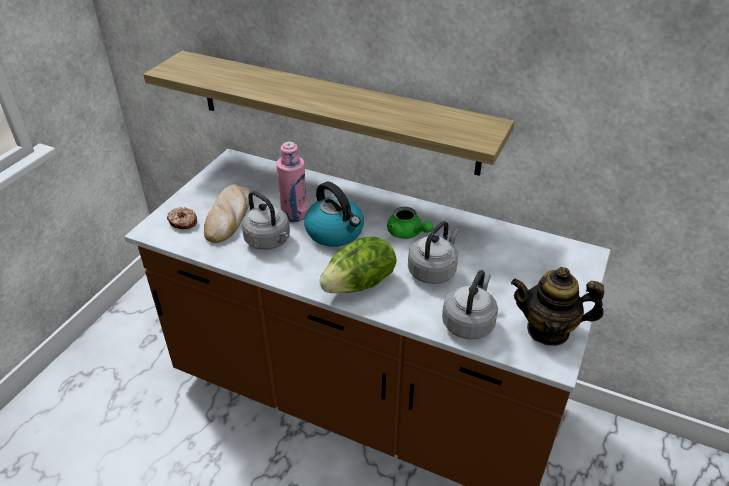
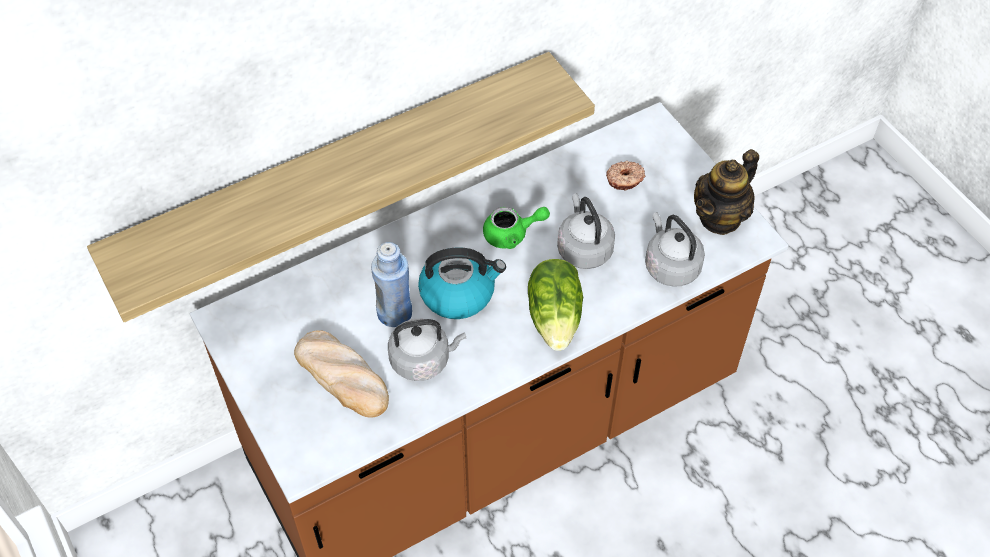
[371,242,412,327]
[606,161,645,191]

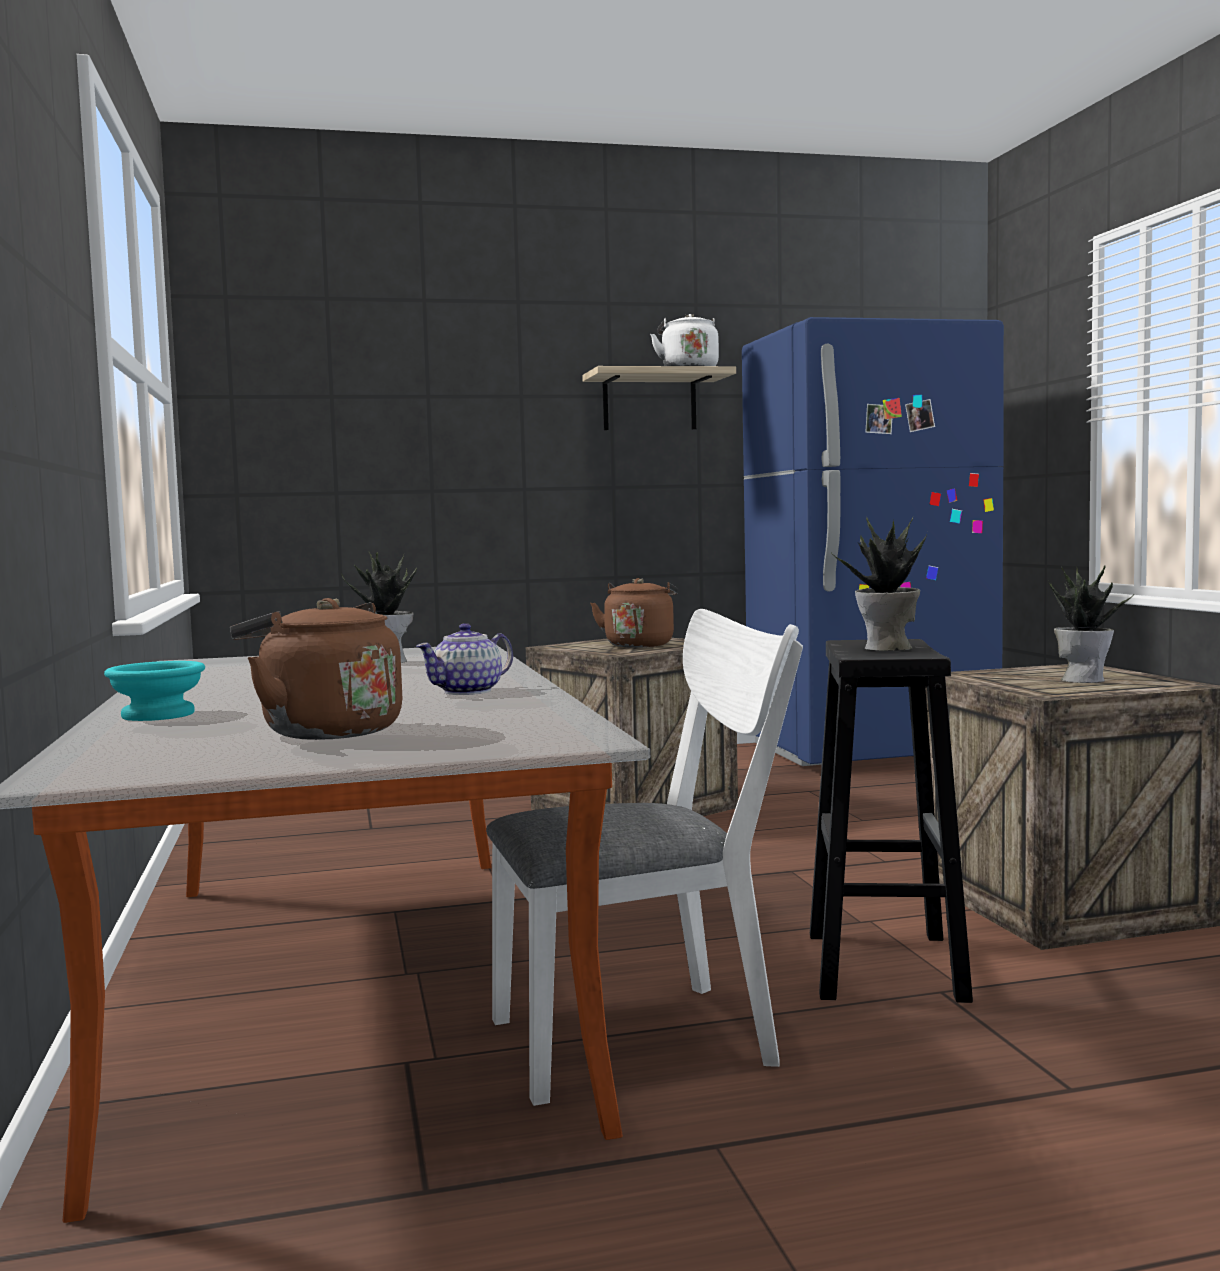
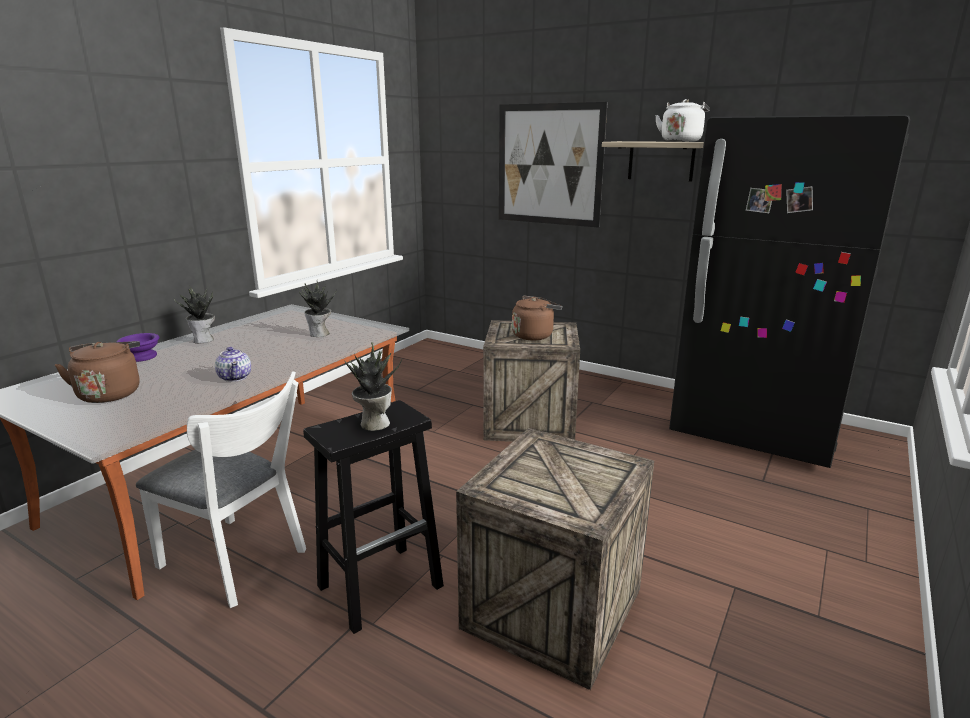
[117,333,159,362]
[174,285,215,343]
[215,347,251,382]
[499,102,608,228]
[669,114,910,468]

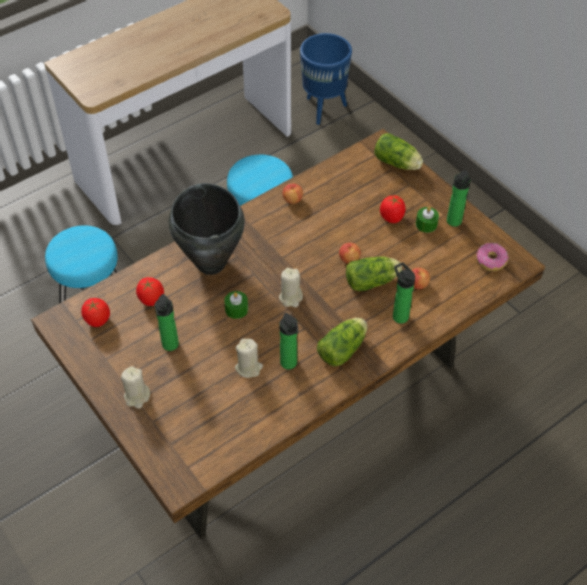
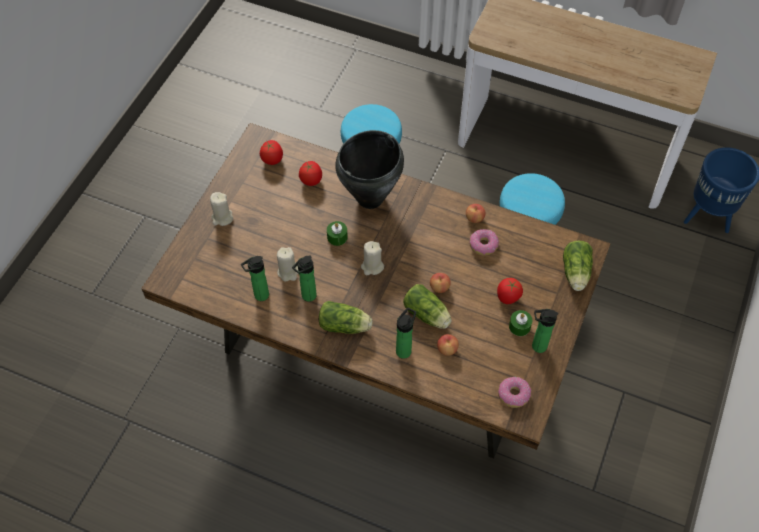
[241,256,269,301]
[469,229,499,256]

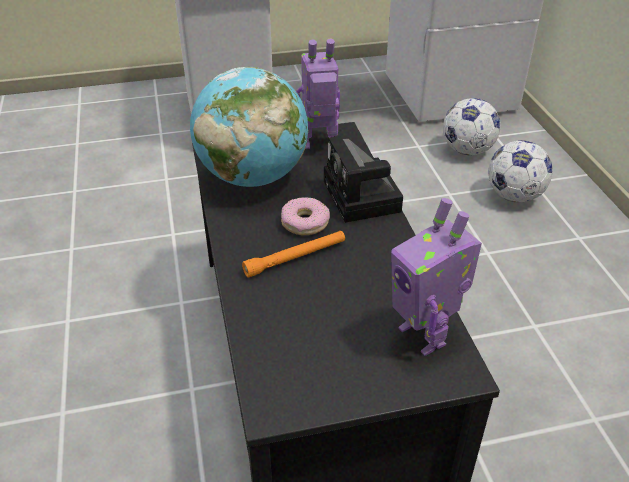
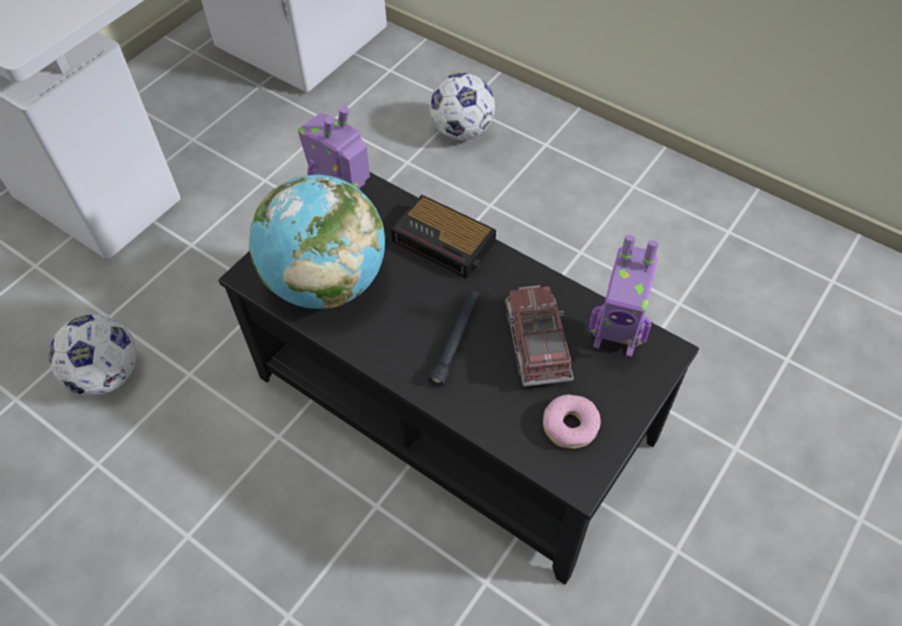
[48,315,137,396]
[391,195,496,279]
[428,291,480,387]
[505,285,574,387]
[543,394,601,449]

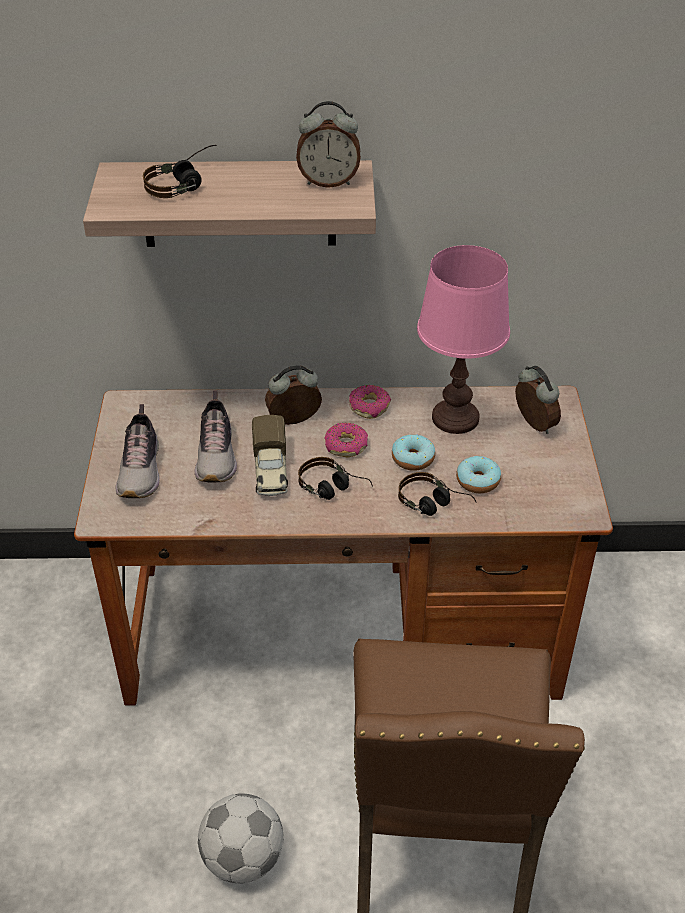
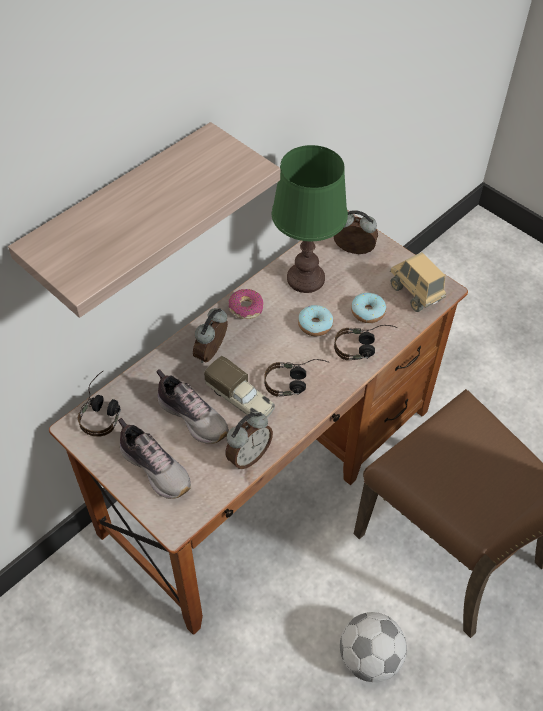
[78,370,121,437]
[226,412,273,469]
[272,145,348,293]
[390,252,446,312]
[325,423,368,457] (first image)

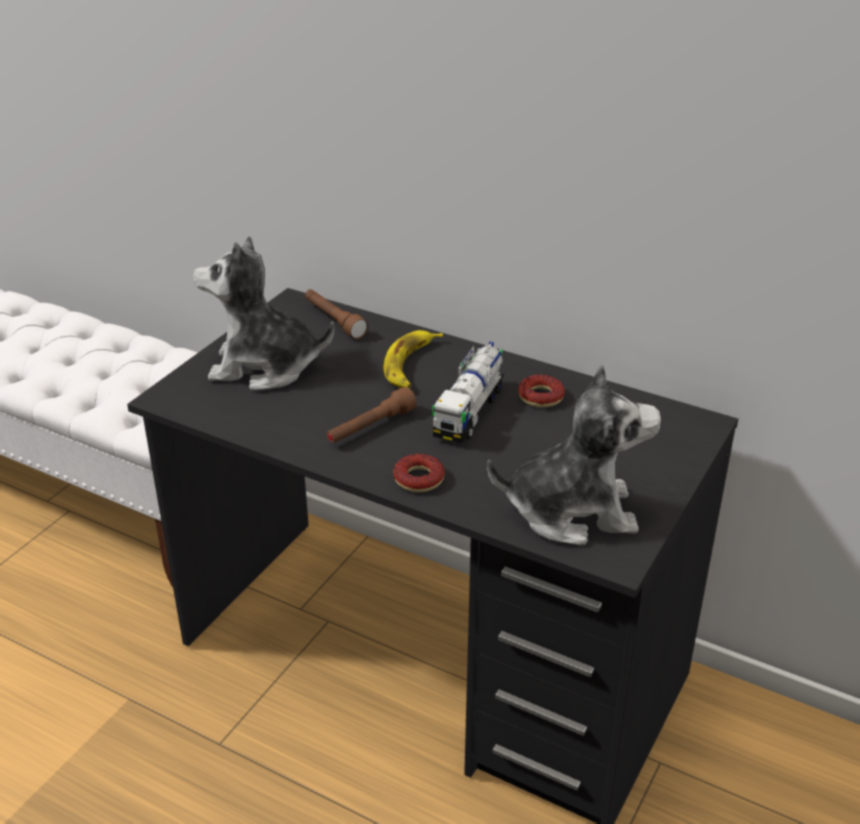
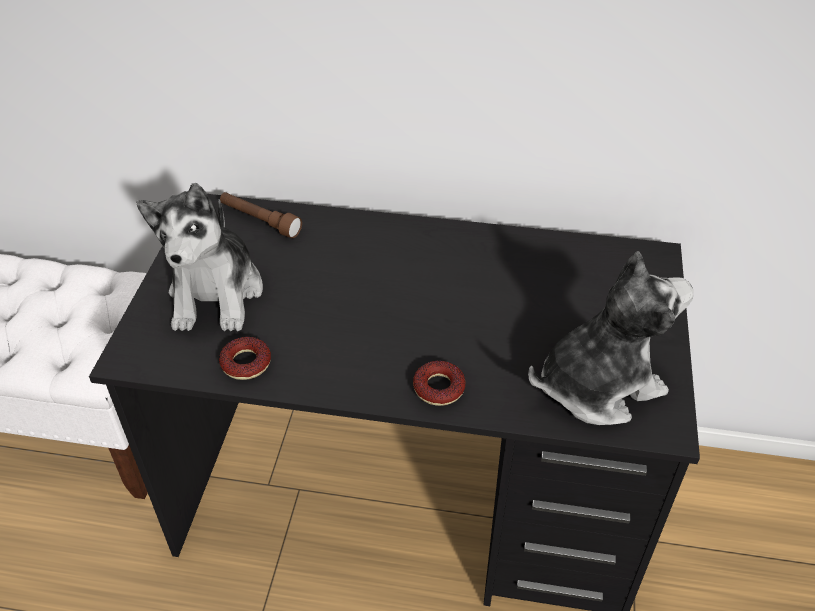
[136,183,263,331]
[219,337,271,380]
[327,387,417,443] (first image)
[383,330,443,388] (first image)
[433,342,504,443] (first image)

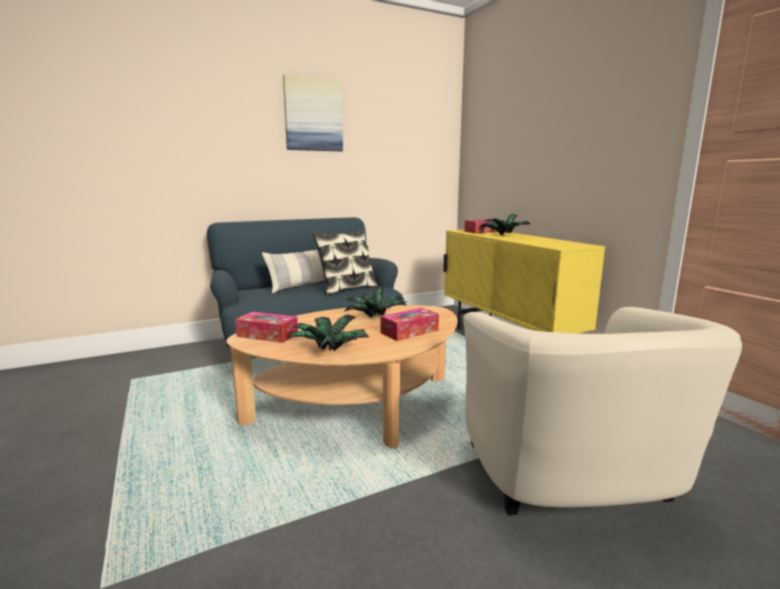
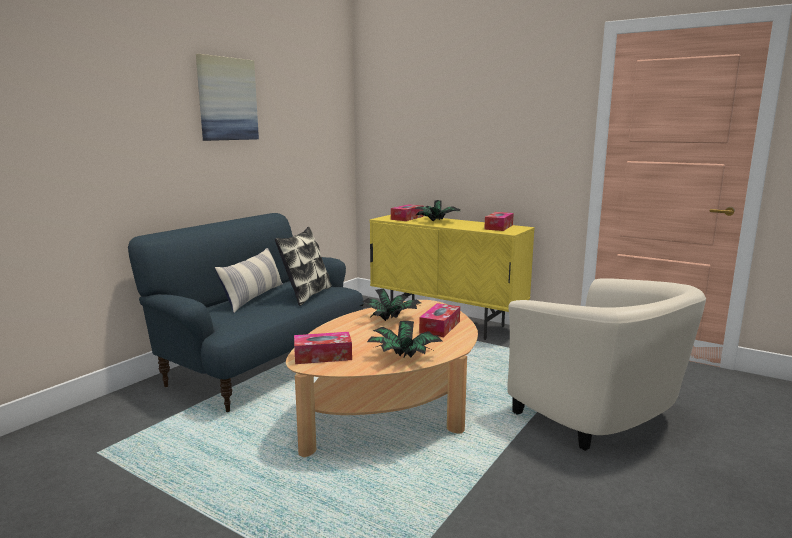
[484,212,514,231]

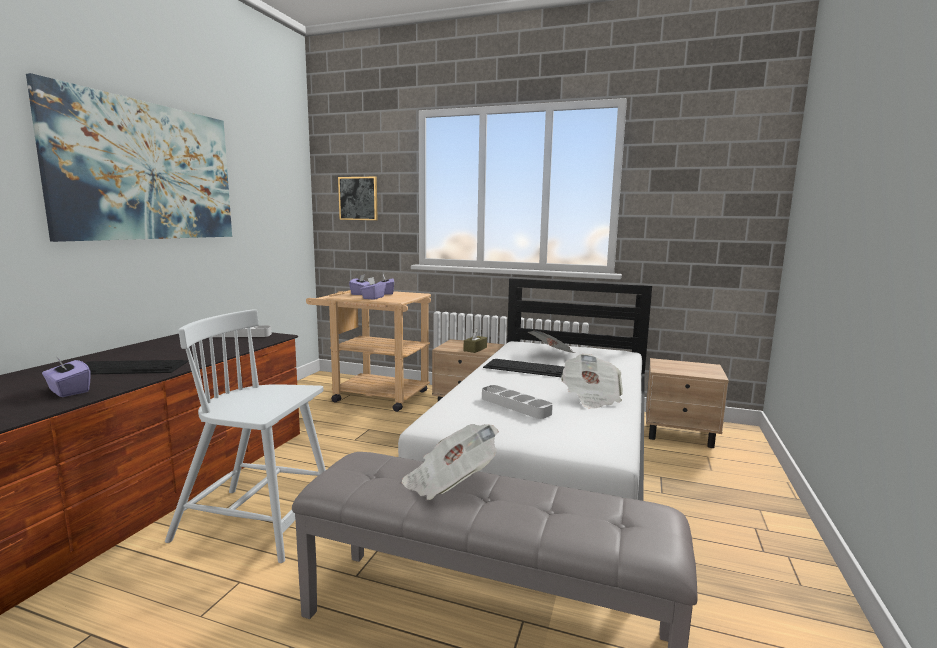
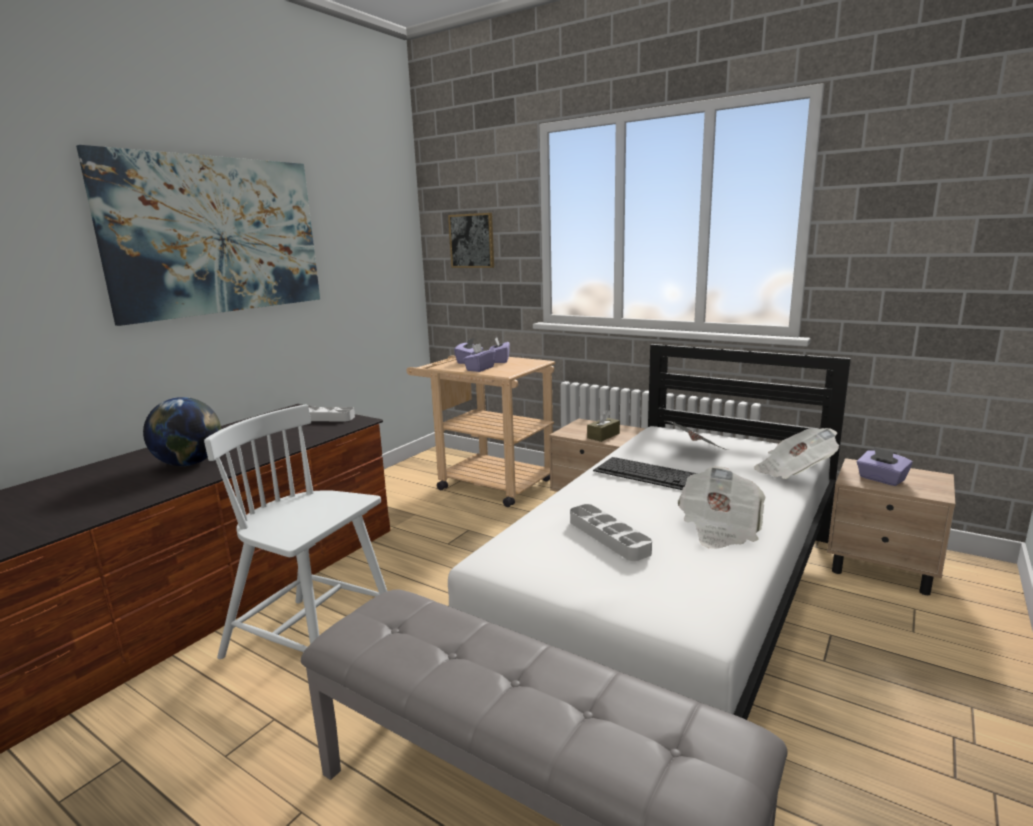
[143,397,221,466]
[754,428,839,479]
[857,447,913,486]

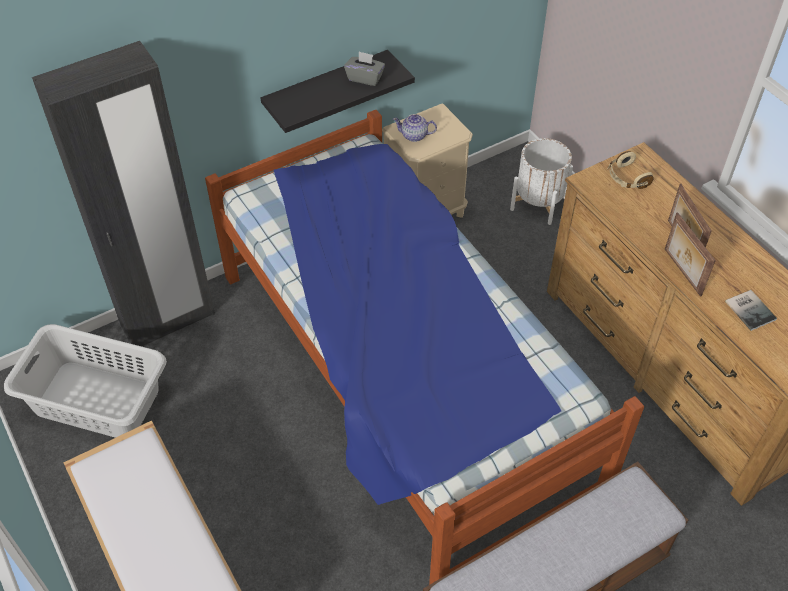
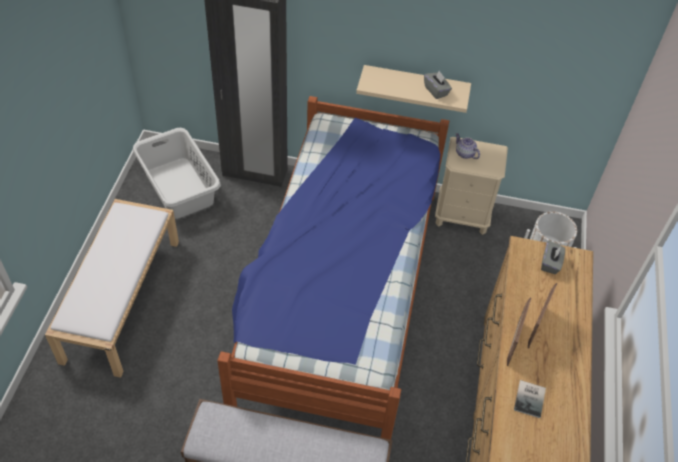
[356,65,471,113]
[541,240,565,274]

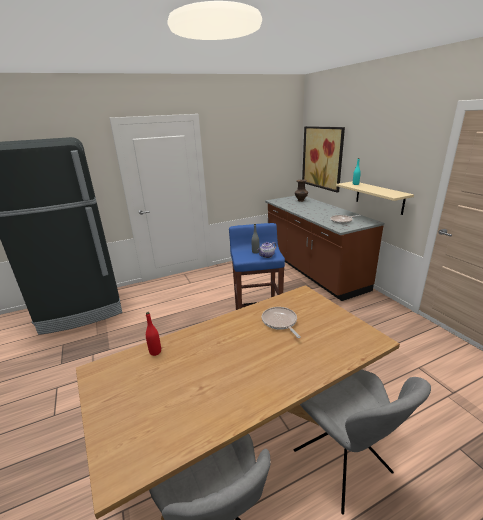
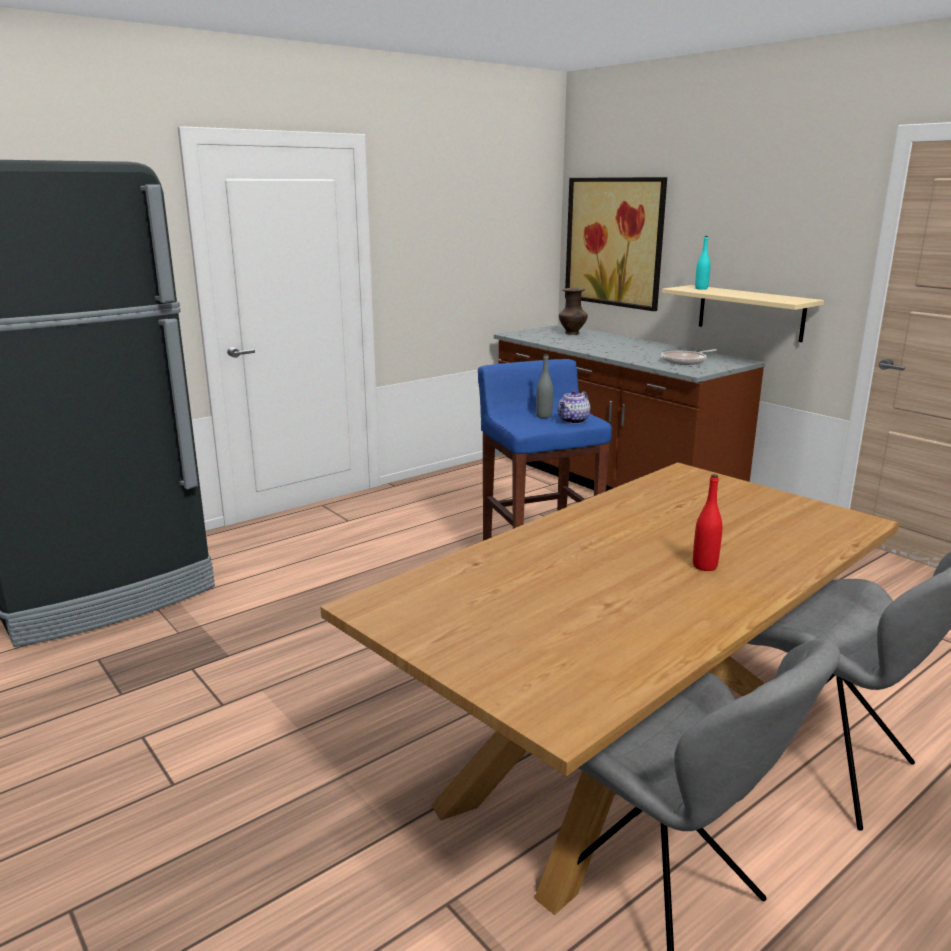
[693,474,722,571]
[262,307,300,338] (first image)

